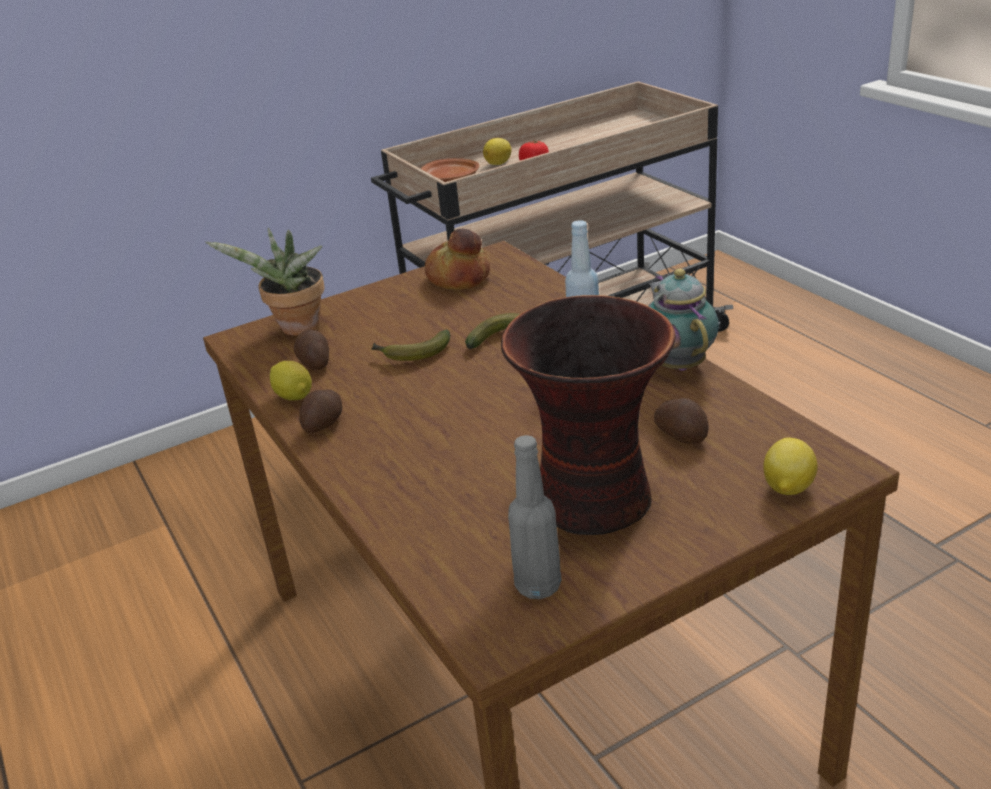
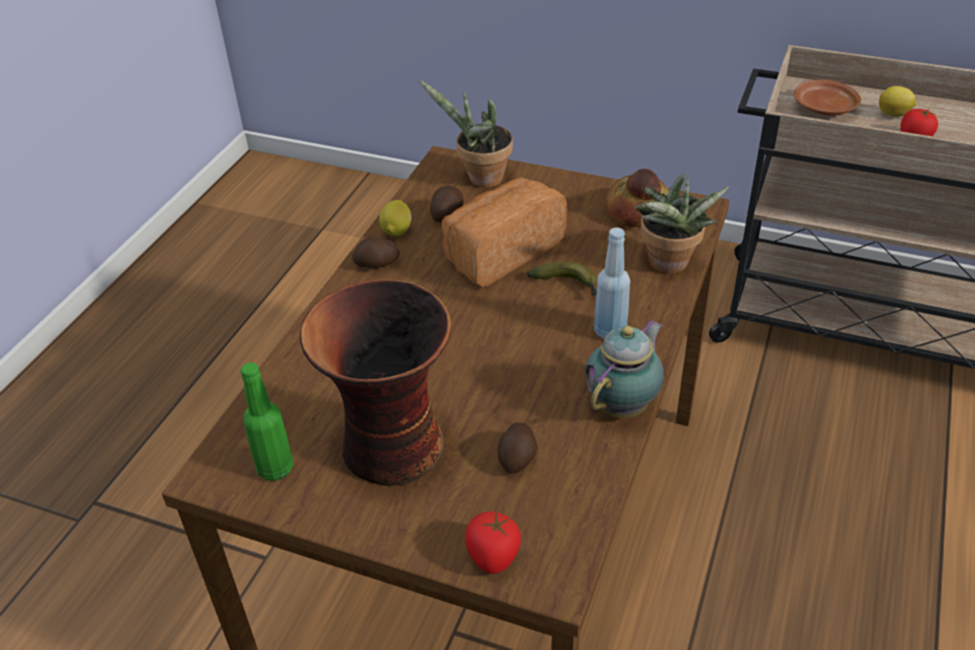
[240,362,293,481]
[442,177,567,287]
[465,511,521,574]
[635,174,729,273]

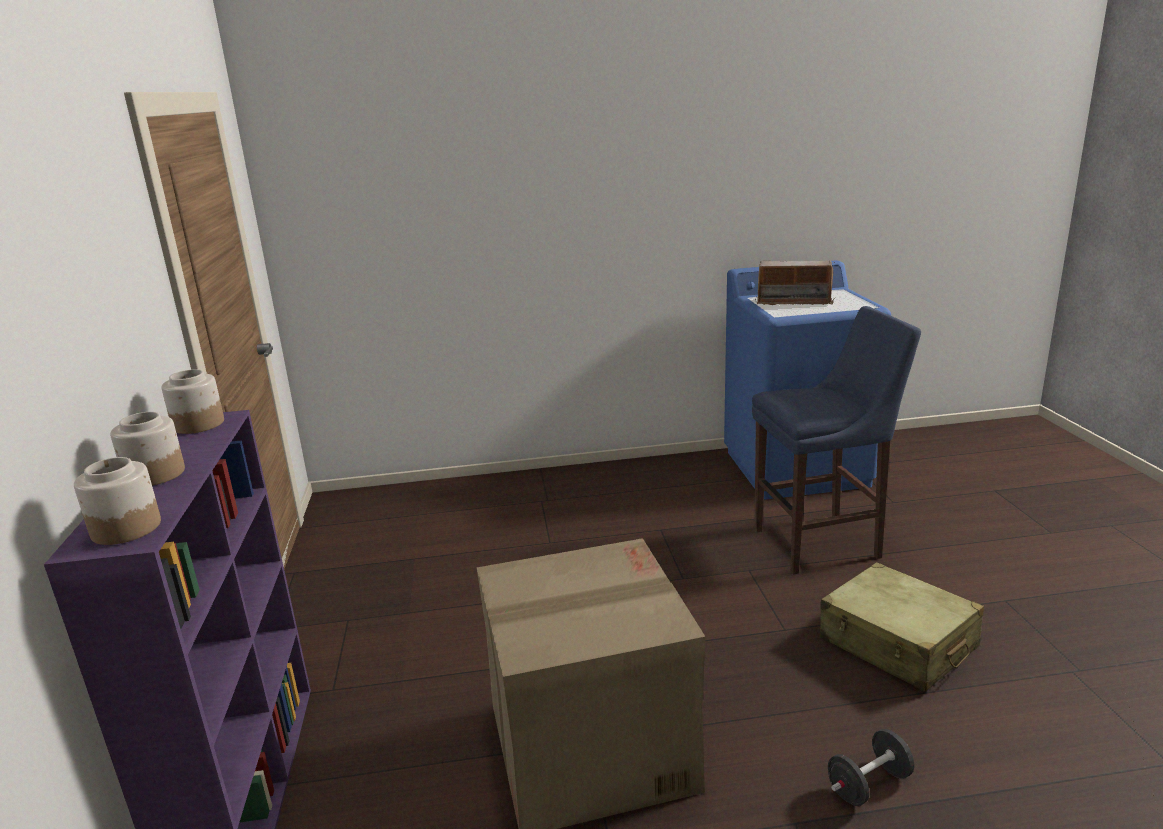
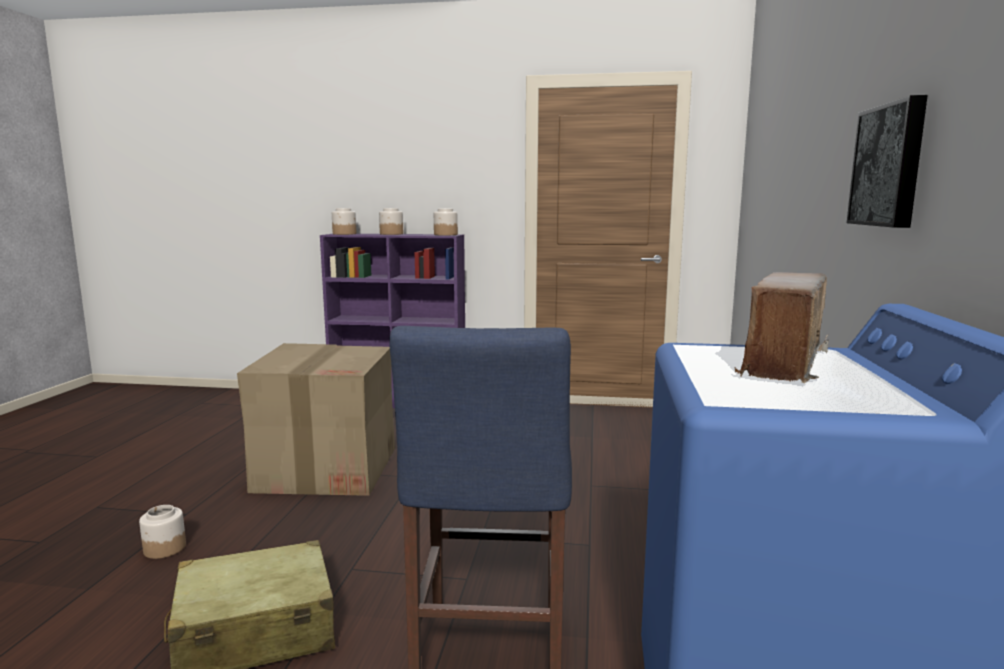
[139,505,186,559]
[847,95,928,228]

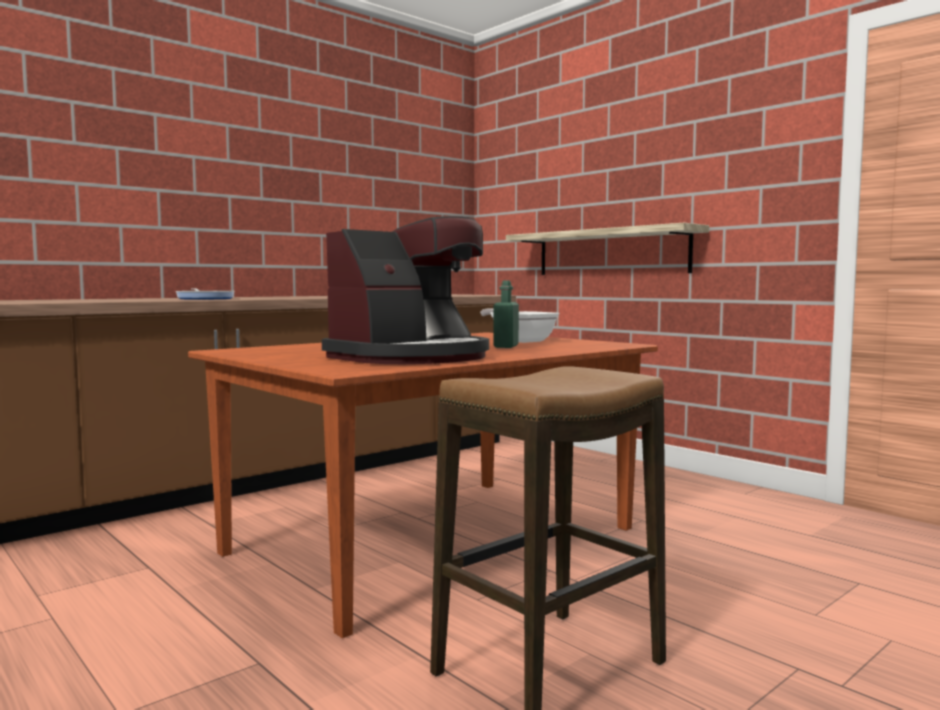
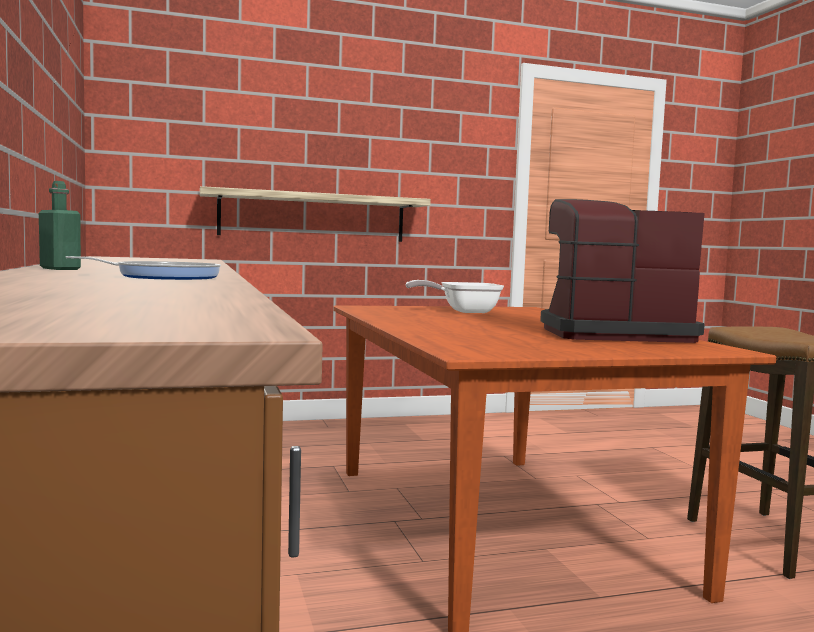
[39,181,81,270]
[540,199,705,343]

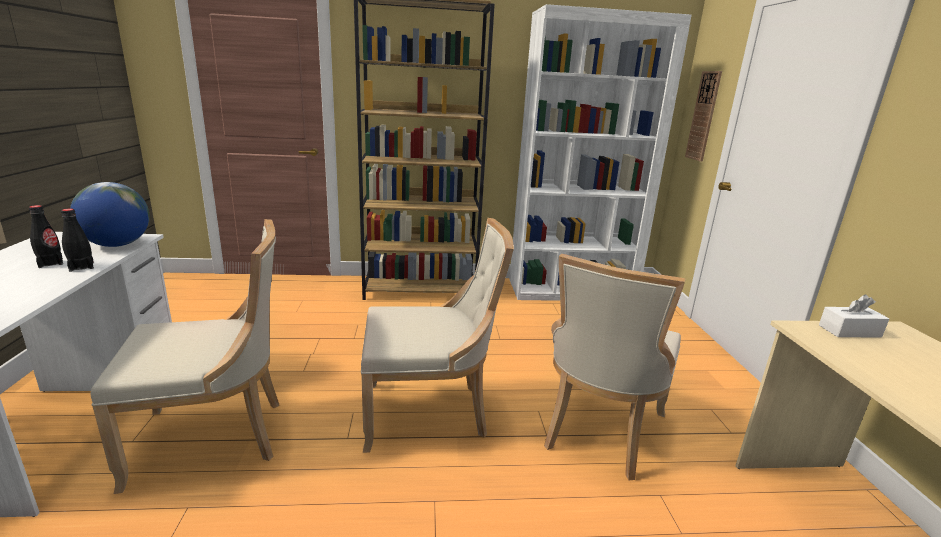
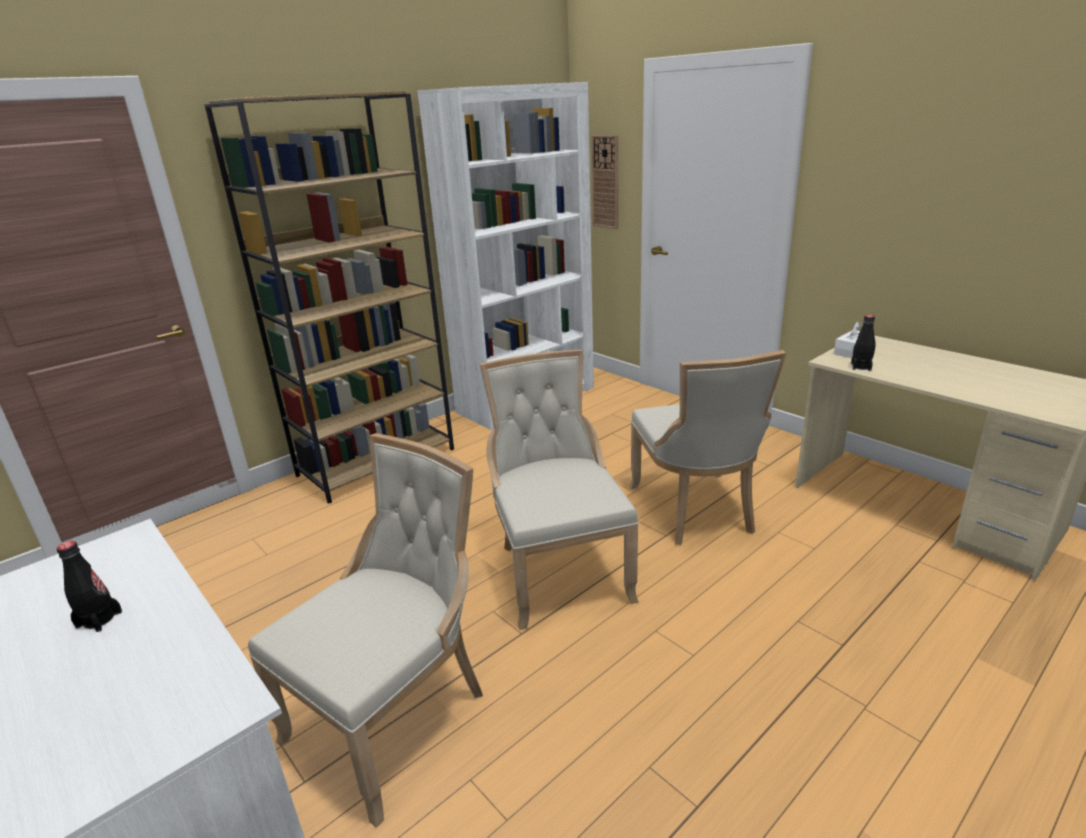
[480,350,639,630]
[851,315,876,371]
[70,182,150,247] (first image)

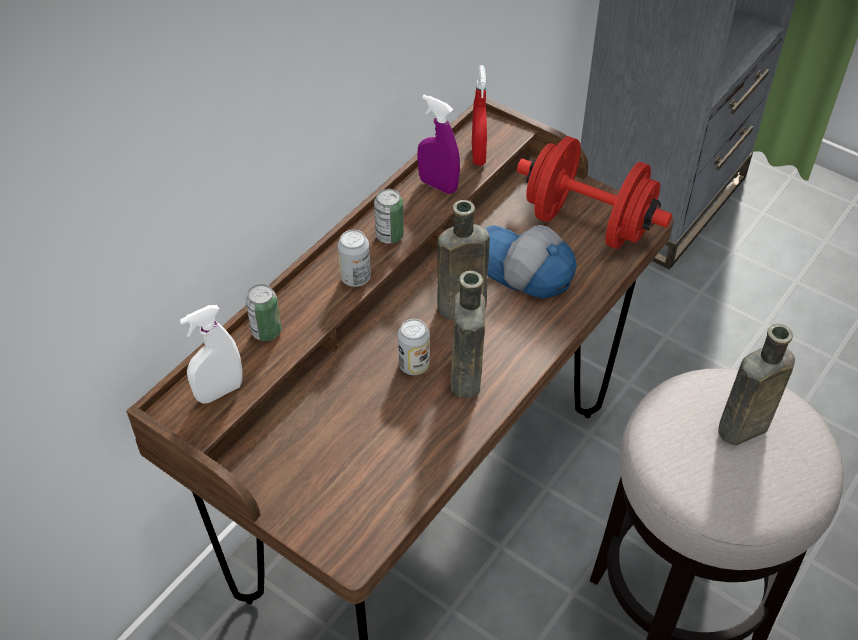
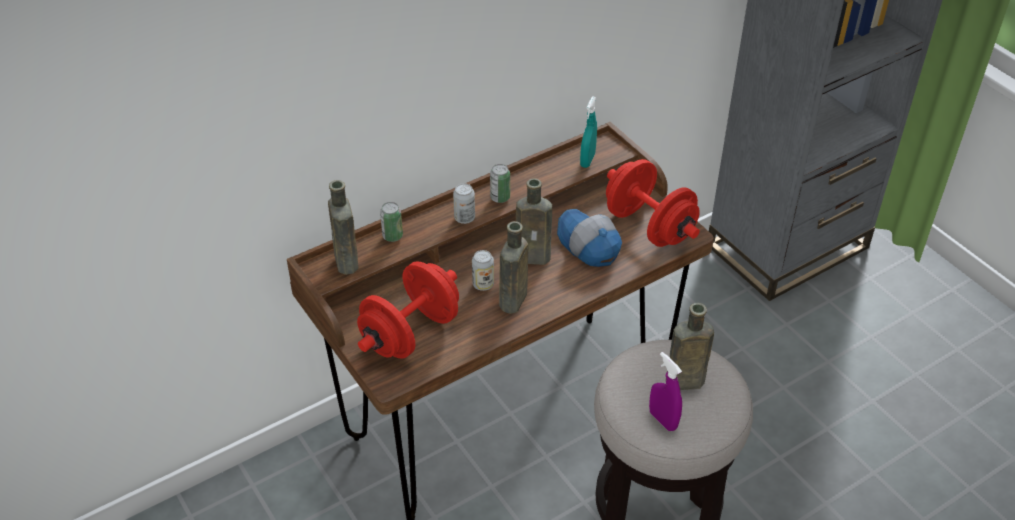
[328,180,359,275]
[357,261,459,359]
[580,96,597,168]
[649,352,682,431]

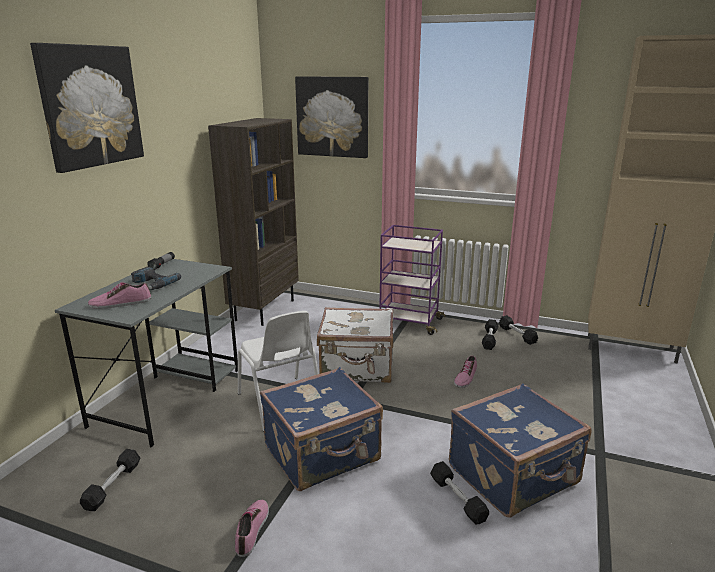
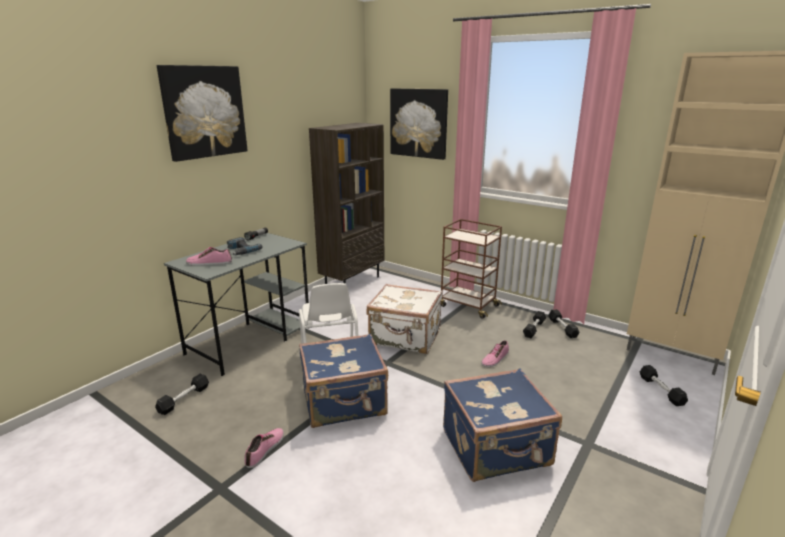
[441,219,502,319]
[640,365,688,406]

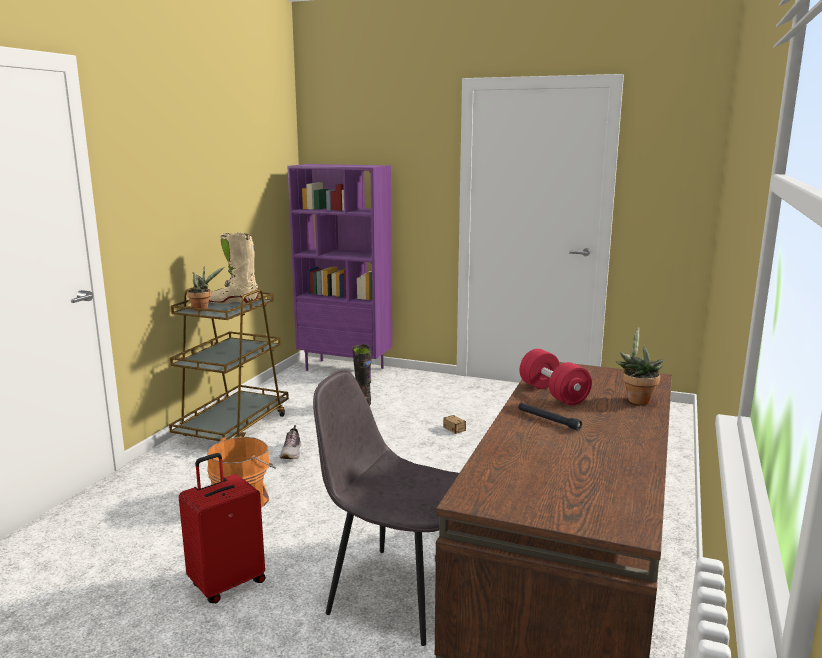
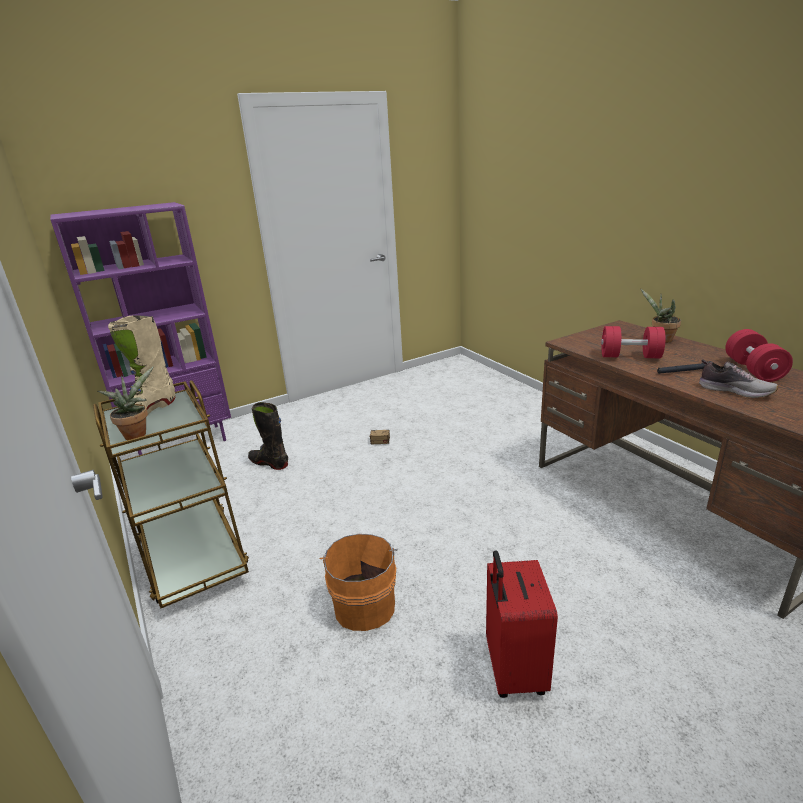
[699,359,778,398]
[725,329,793,382]
[313,370,459,646] (first image)

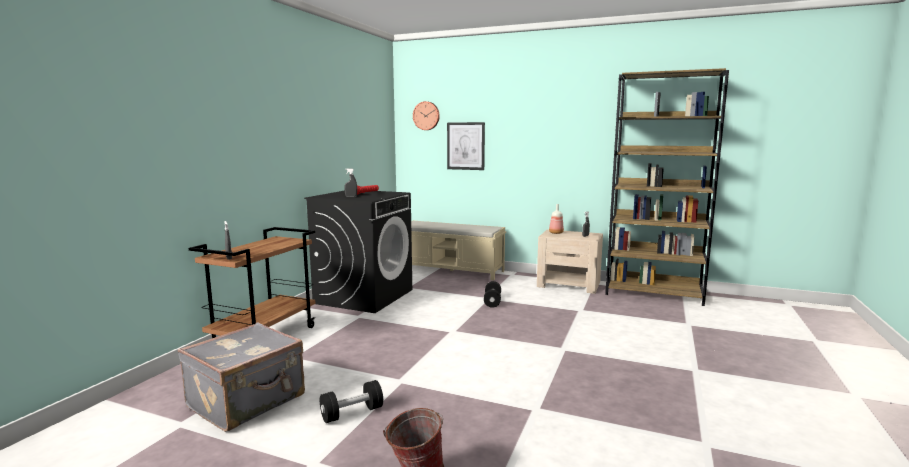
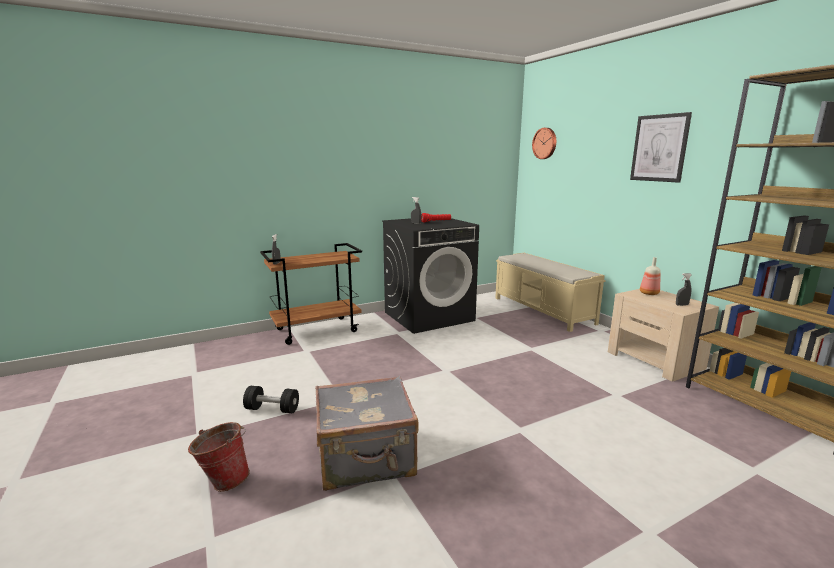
[315,376,419,491]
[630,112,692,183]
[484,281,501,308] (first image)

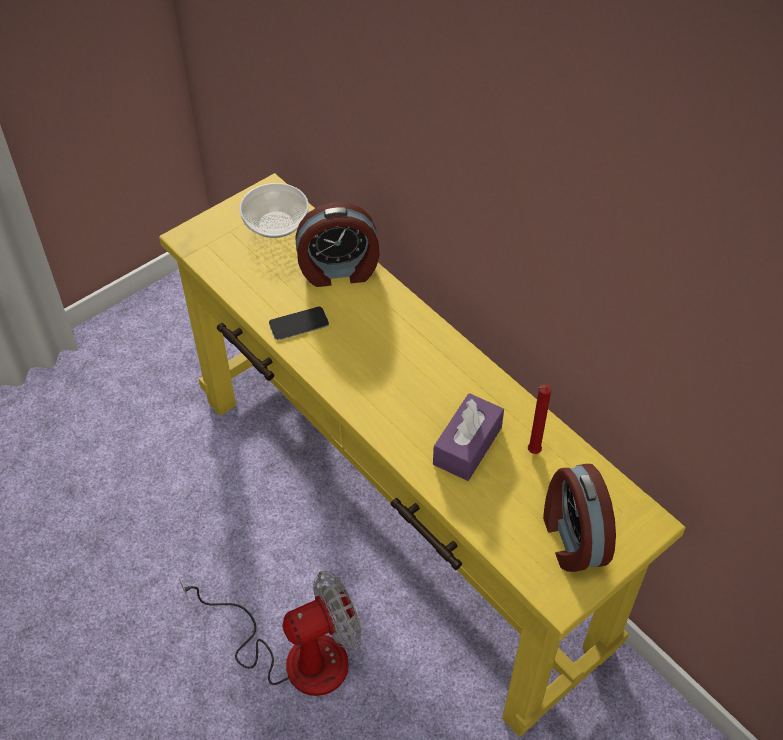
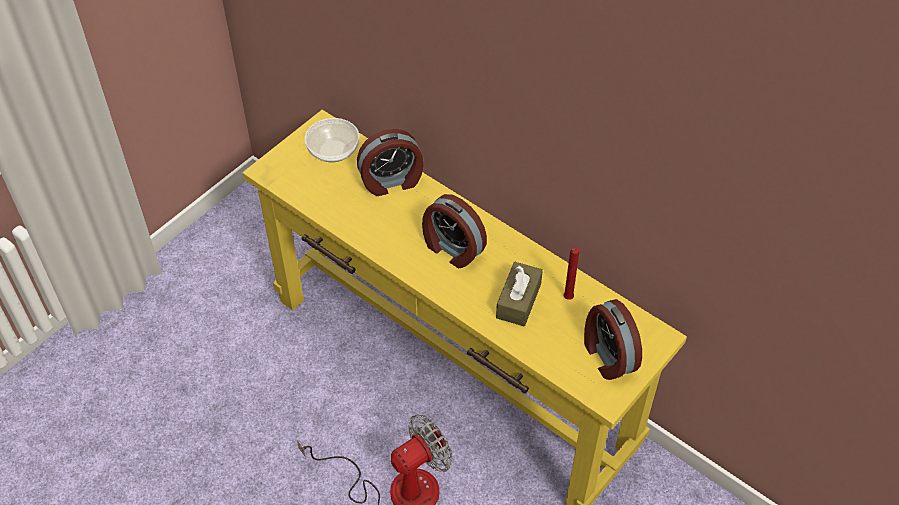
[422,194,487,268]
[496,262,543,326]
[269,307,329,340] (first image)

